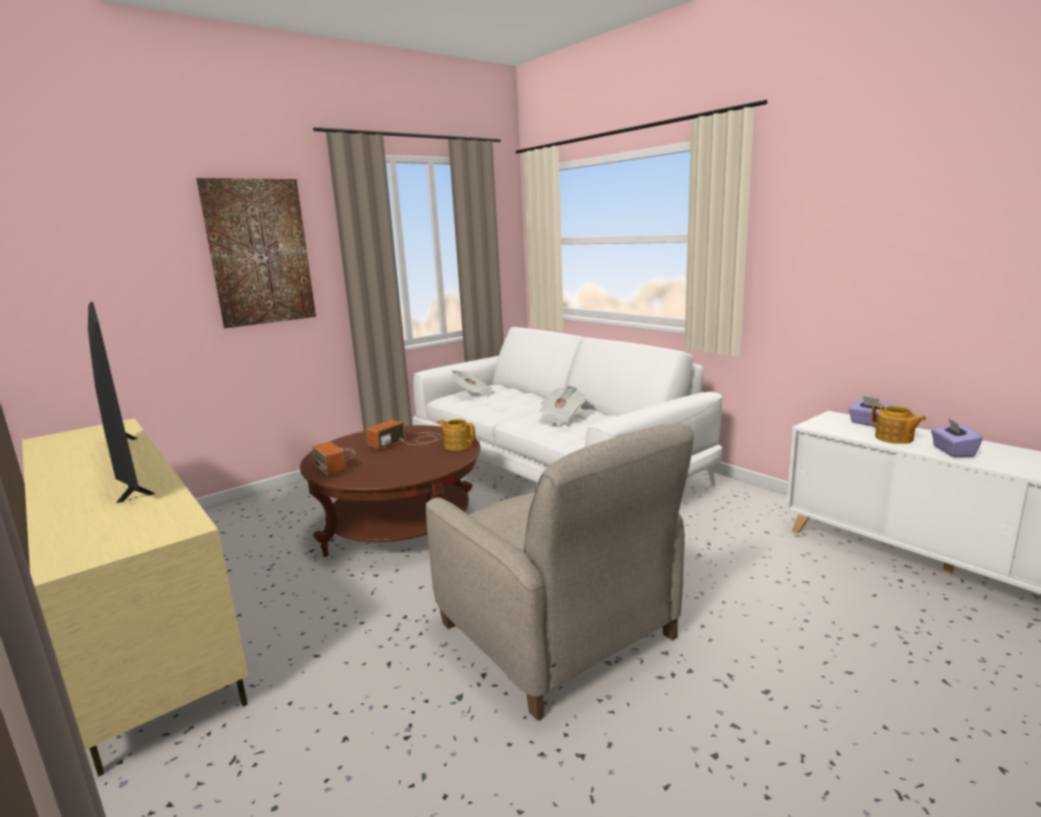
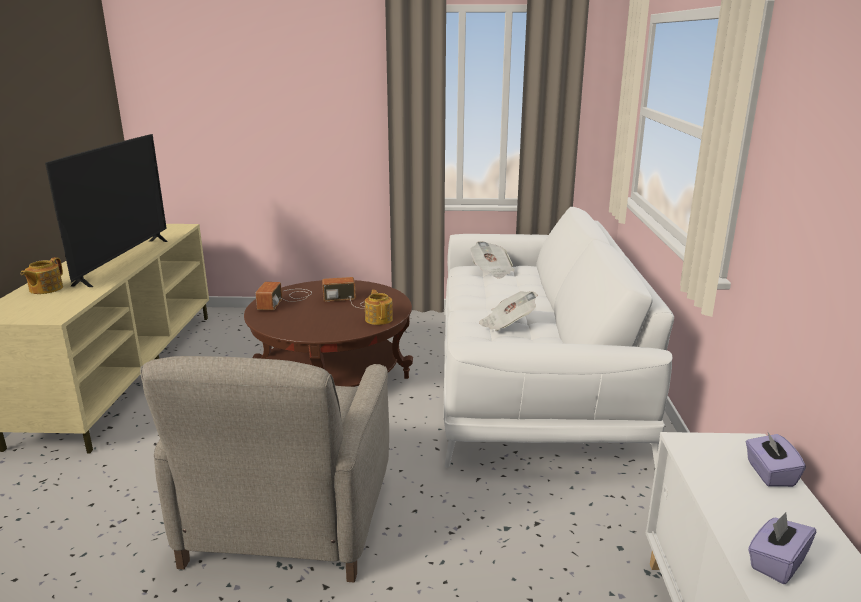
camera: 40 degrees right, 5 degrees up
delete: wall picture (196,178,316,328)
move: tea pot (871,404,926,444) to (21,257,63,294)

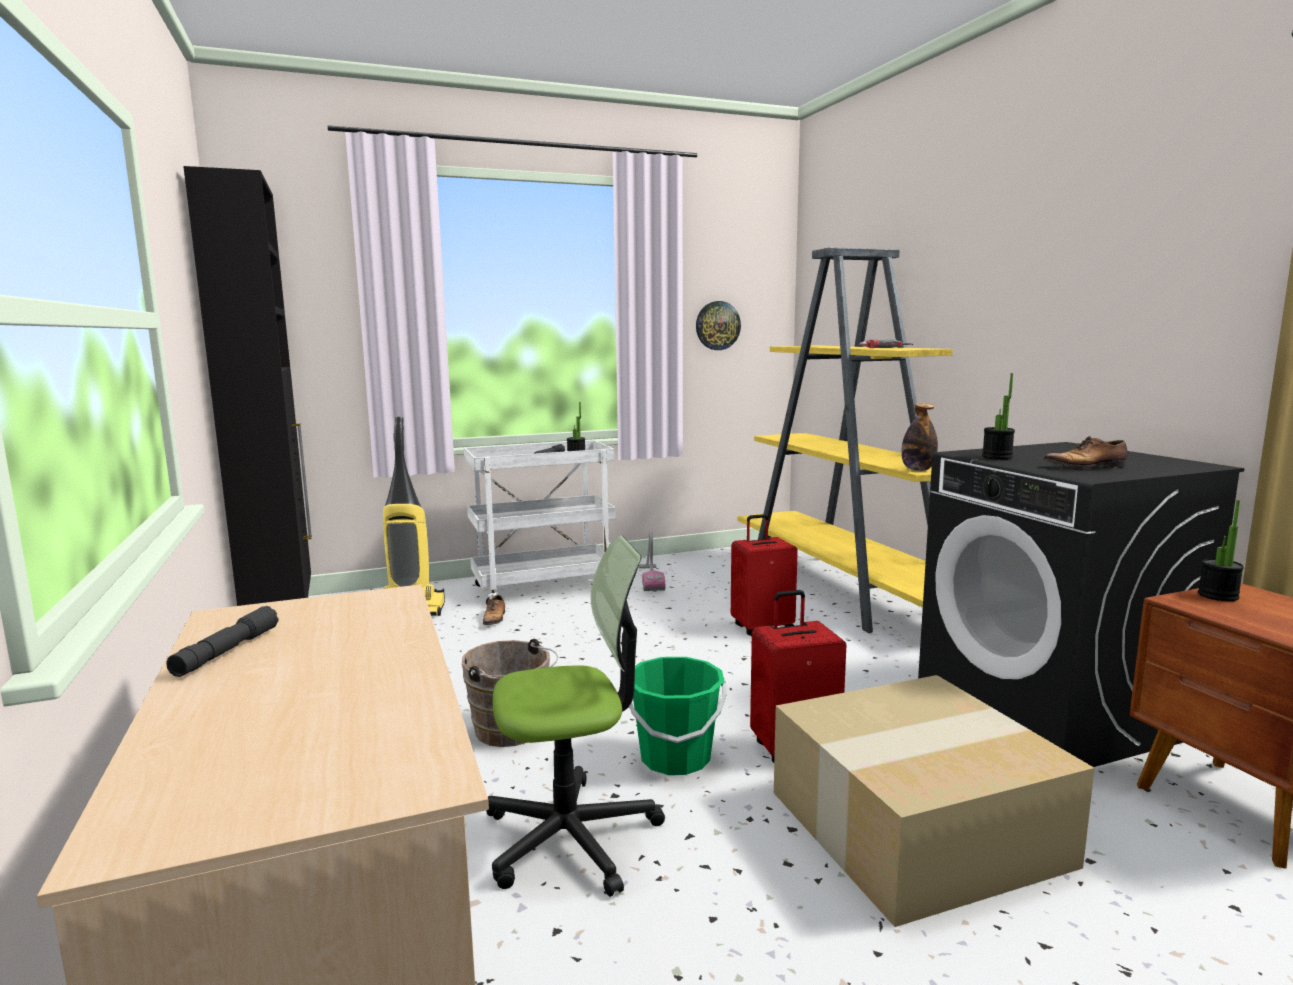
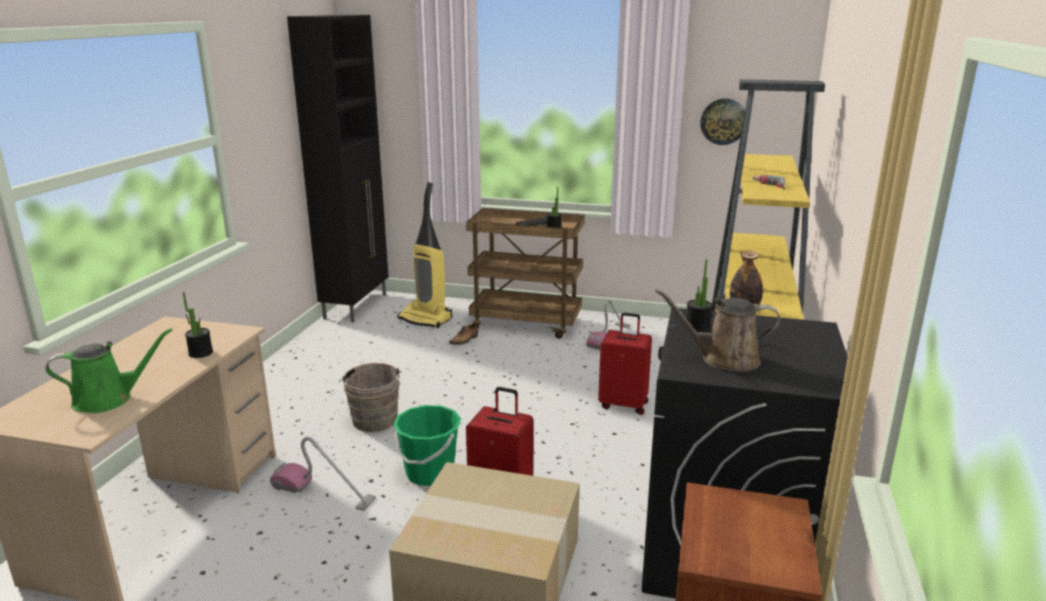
camera: 35 degrees right, 10 degrees up
delete: grey torch (166,606,278,677)
insert: greenish sprinkling can (45,328,172,413)
move: plant in a pot (1198,500,1244,601) to (183,292,213,358)
replace: desk chair (486,536,665,897) to vacuum cleaner (270,437,376,511); item of footwear (1043,436,1128,468) to brown-coloured sprinkling can (655,289,781,372)
recolor: white-coloured trolley (464,440,616,605) to brown-coloured trolley (466,208,585,339)

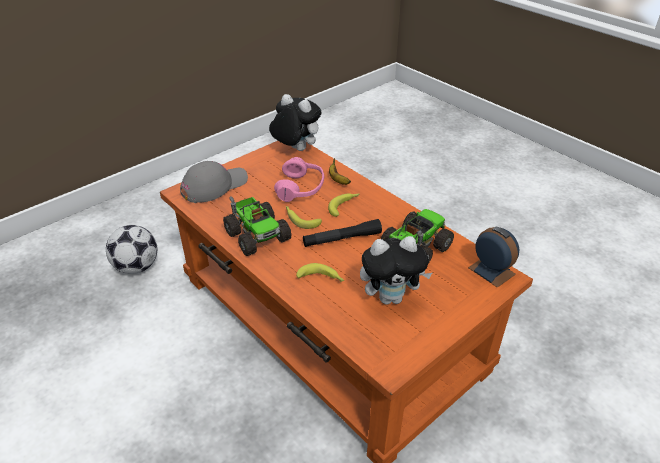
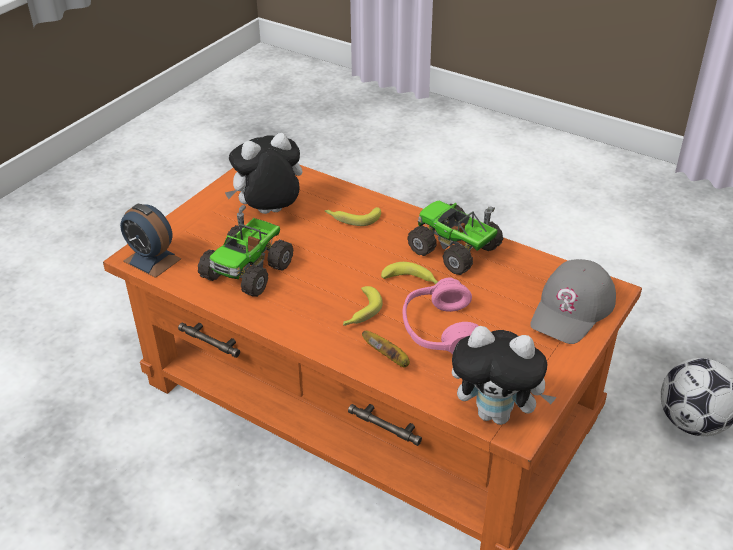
camera: 165 degrees right, 0 degrees up
delete: black torch (303,219,382,247)

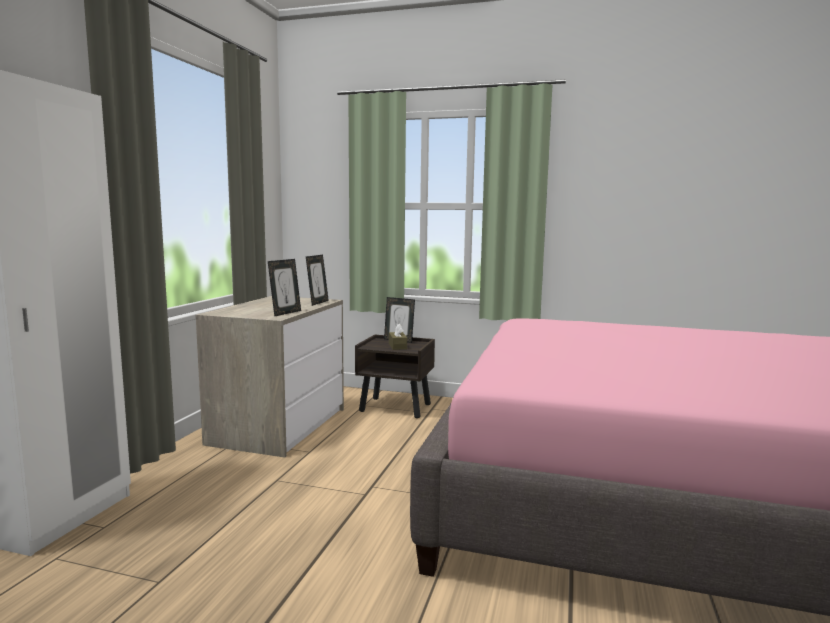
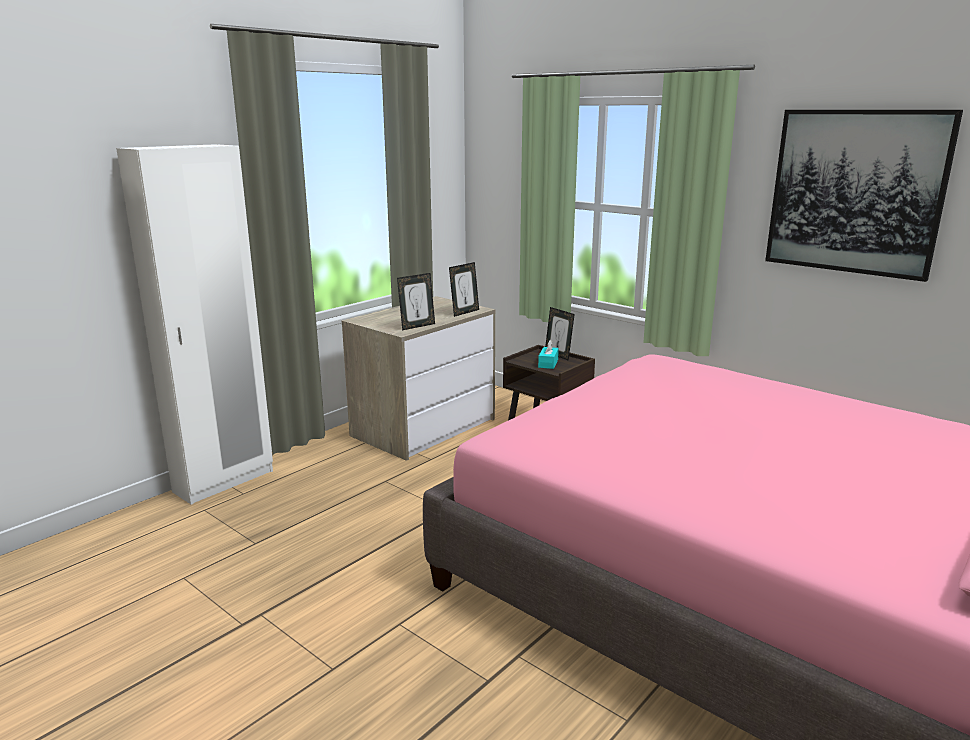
camera: 25 degrees right, 10 degrees up
insert: wall picture (765,110,963,282)
recolor: brown-coloured tissue box (389,324,407,350) to turquoise-coloured tissue box (538,340,559,369)

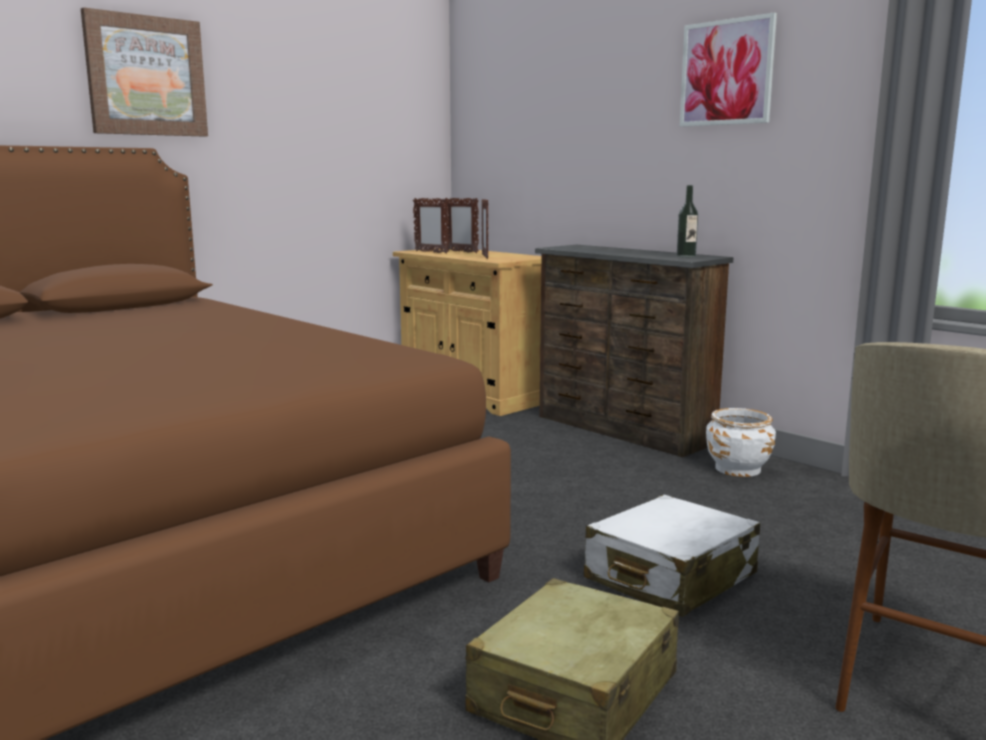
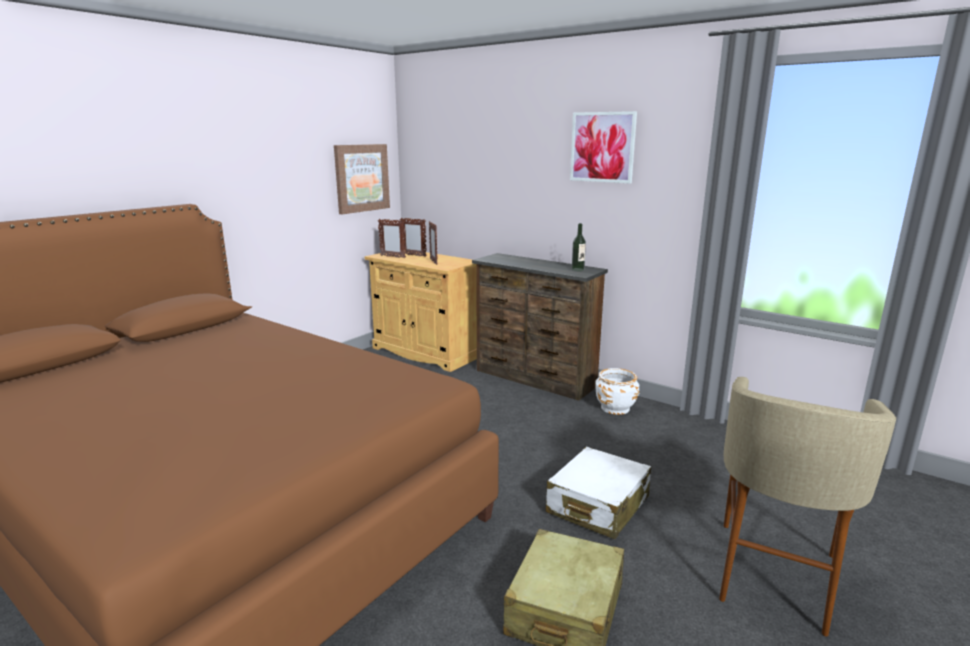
camera: 10 degrees left, 5 degrees up
move: wall picture (81,7,208,137) to (334,144,390,214)

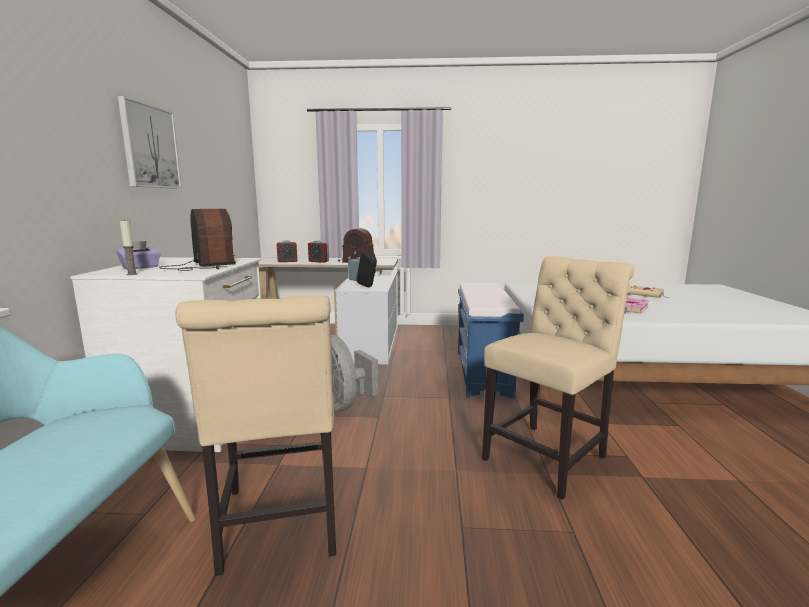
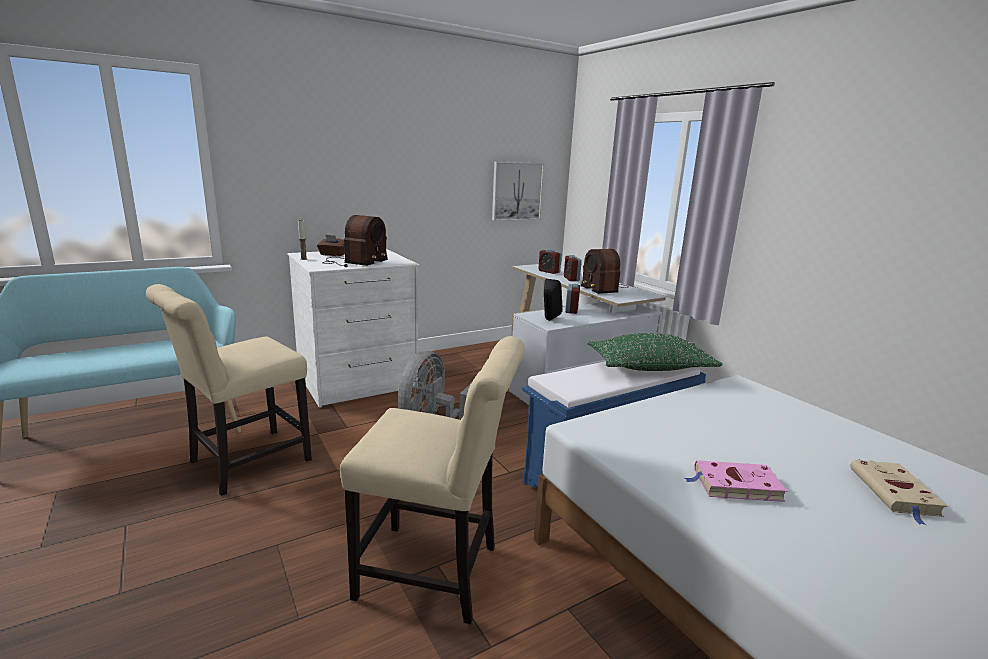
camera: 55 degrees right, 5 degrees up
insert: greenish throw pillow (587,333,723,371)
move: wall picture (118,96,182,189) to (492,161,544,221)
recolor: purple tissue box (116,241,160,269) to brown-coloured tissue box (317,235,345,256)

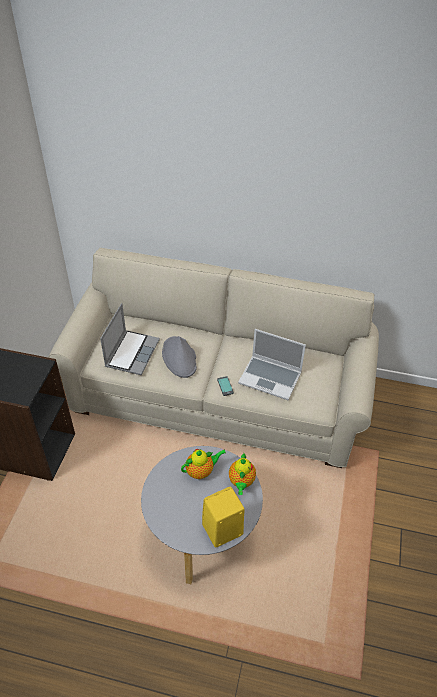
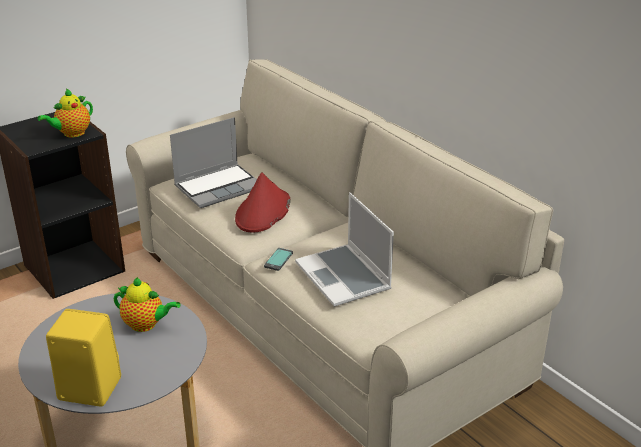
camera: 40 degrees right, 15 degrees down
move: tea pot (229,453,256,495) to (37,89,93,137)
recolor: grey hat (162,336,197,378) to reddish hat (235,172,291,233)

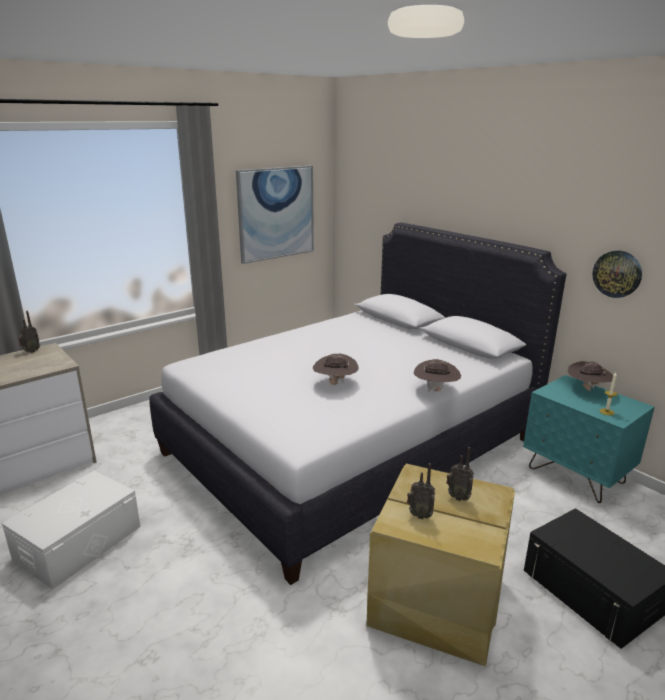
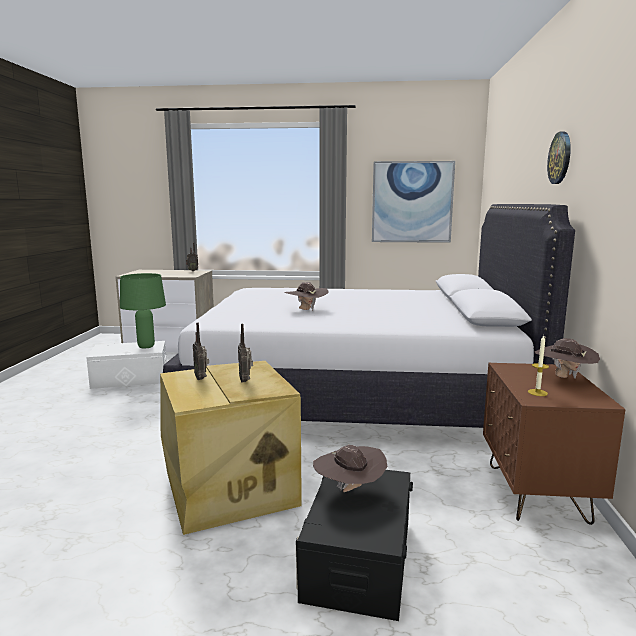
camera: 45 degrees right, 10 degrees down
insert: greenish table lamp (120,273,166,348)
move: brown-coloured hat (413,359,461,392) to (313,445,387,492); wall clock (592,251,642,298) to (547,131,571,184)
recolor: turquoise-coloured night table (523,375,655,503) to brown-coloured night table (483,363,626,525)

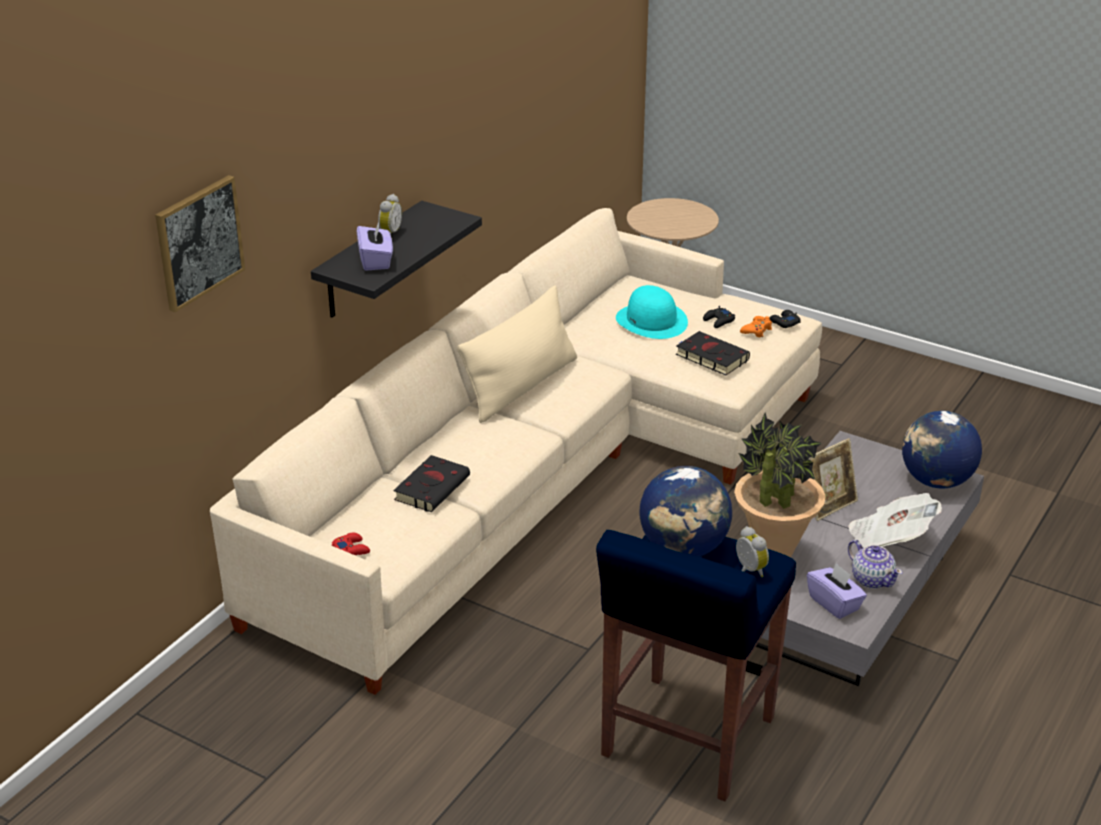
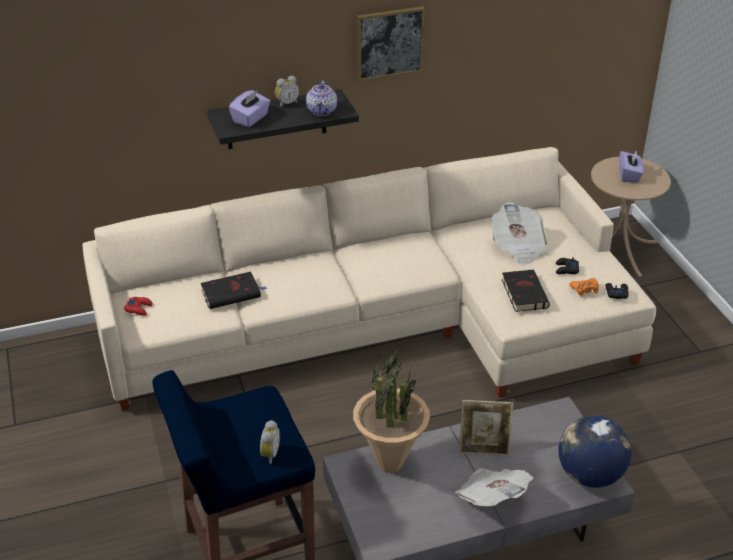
camera: 40 degrees right, 5 degrees up
delete: beige-coloured throw pillow (457,285,577,423); world globe (640,466,732,557)
move: wall picture (155,175,245,312) to (357,6,425,81); purple tissue box (807,563,867,619) to (619,150,644,183); tea pot (848,540,903,589) to (306,80,337,116)
replace: turquoise-coloured hat (616,285,688,339) to printed paper (492,202,549,266)

